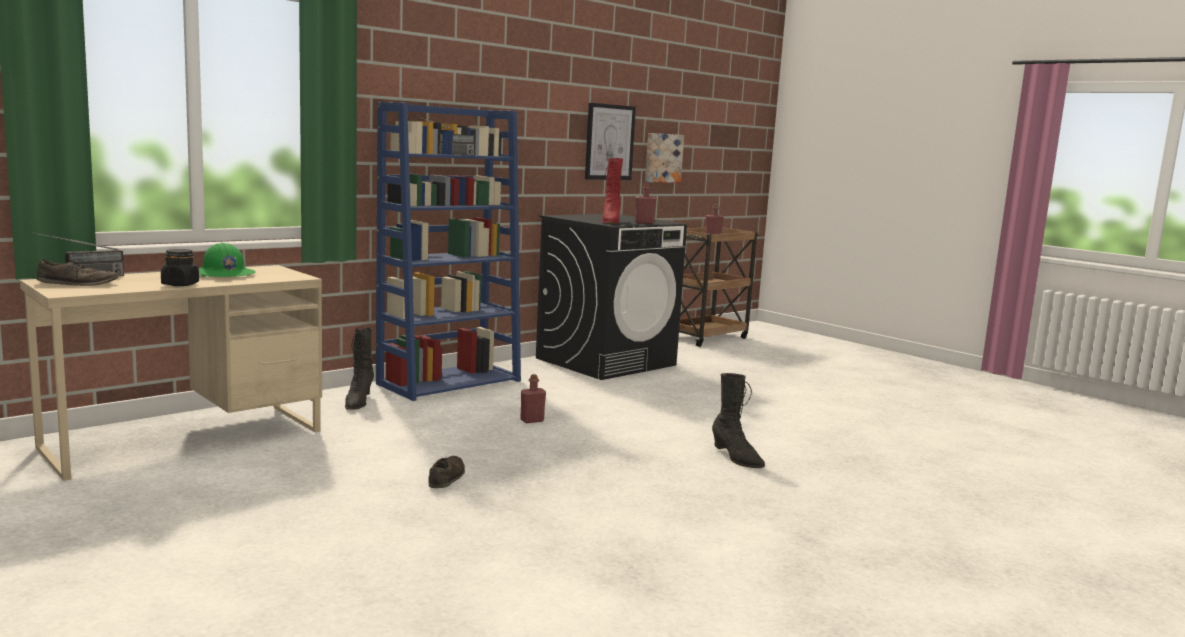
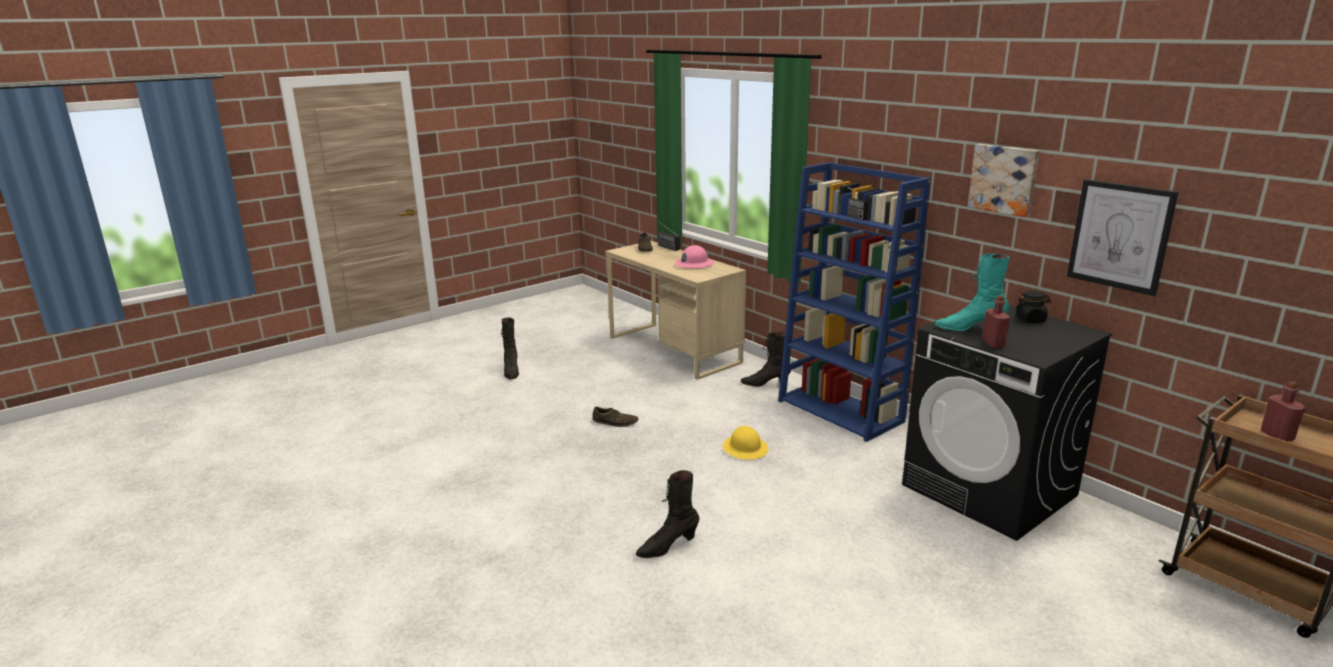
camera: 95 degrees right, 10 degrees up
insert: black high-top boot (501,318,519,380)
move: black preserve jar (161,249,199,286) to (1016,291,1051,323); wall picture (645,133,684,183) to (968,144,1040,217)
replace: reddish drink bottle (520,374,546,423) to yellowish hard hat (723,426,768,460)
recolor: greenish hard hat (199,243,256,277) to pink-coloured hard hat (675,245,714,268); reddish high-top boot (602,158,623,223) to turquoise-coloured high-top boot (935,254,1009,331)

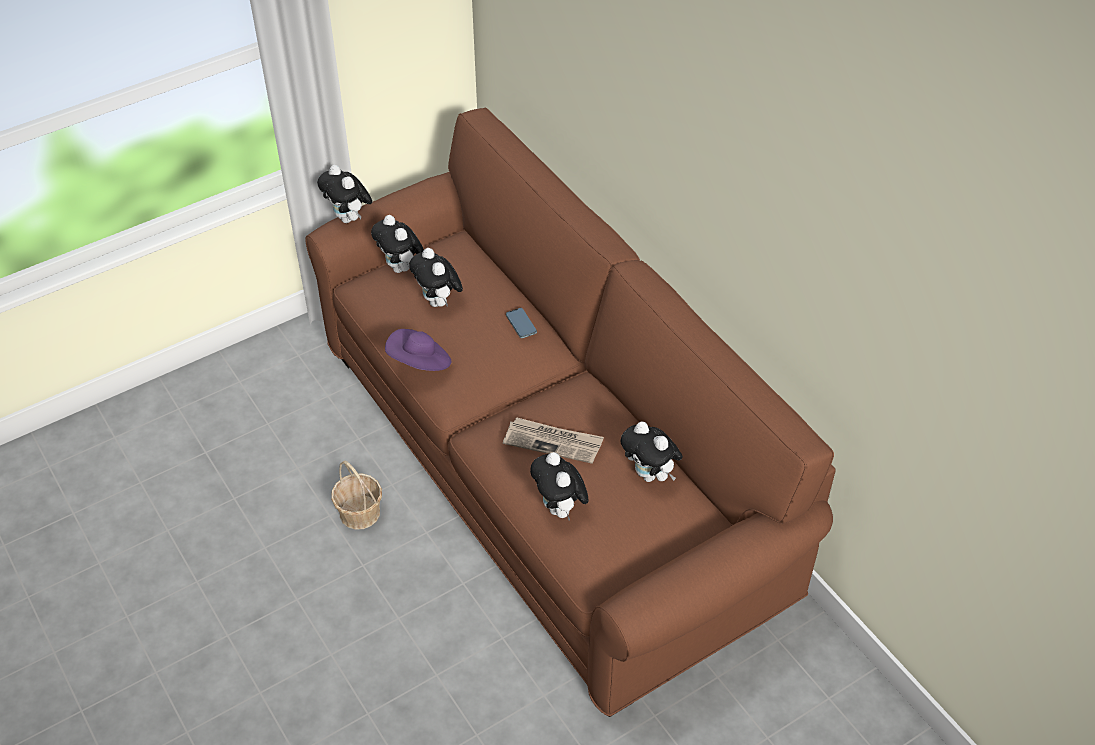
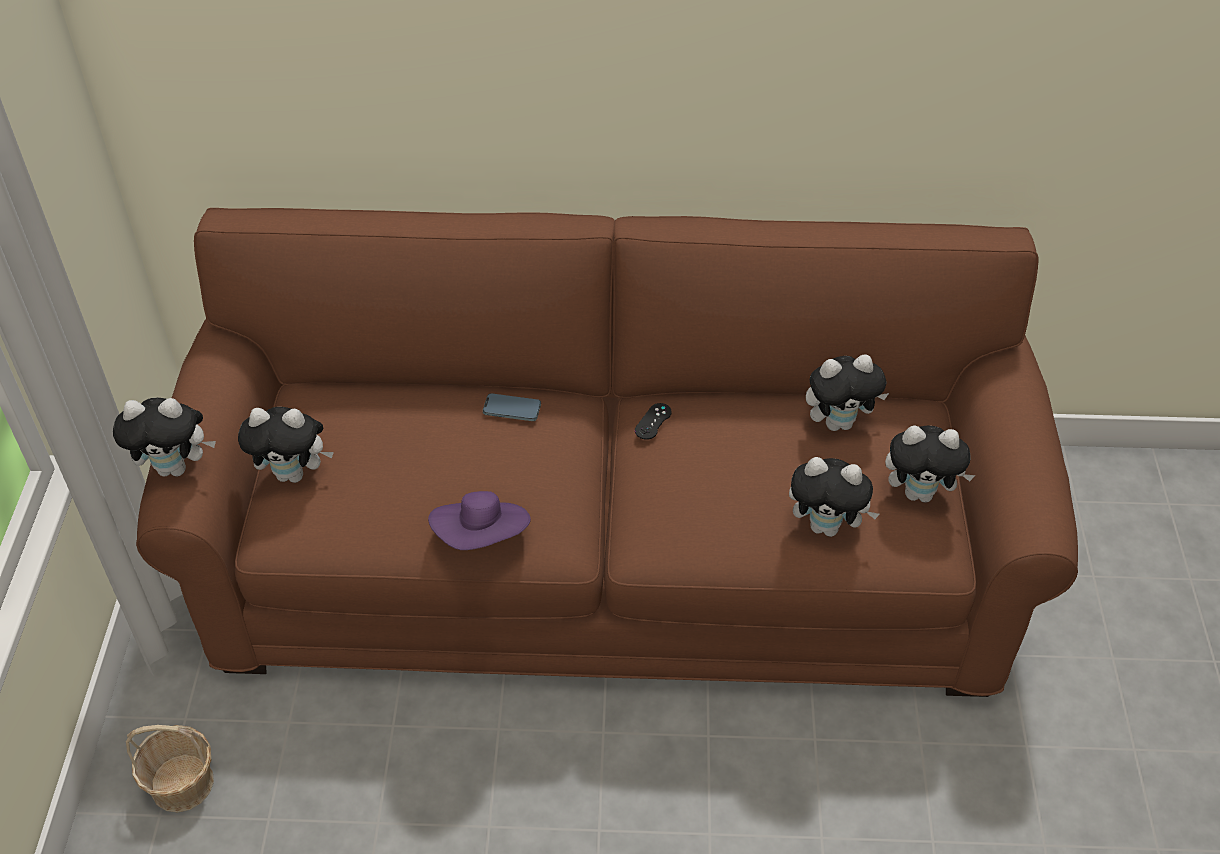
camera: 55 degrees left, 0 degrees up
delete: printed paper (503,417,604,464)
insert: black gamepad (635,403,672,440)
move: basket (331,461,382,530) to (126,725,214,813); plush toy (409,248,463,307) to (885,426,975,503)

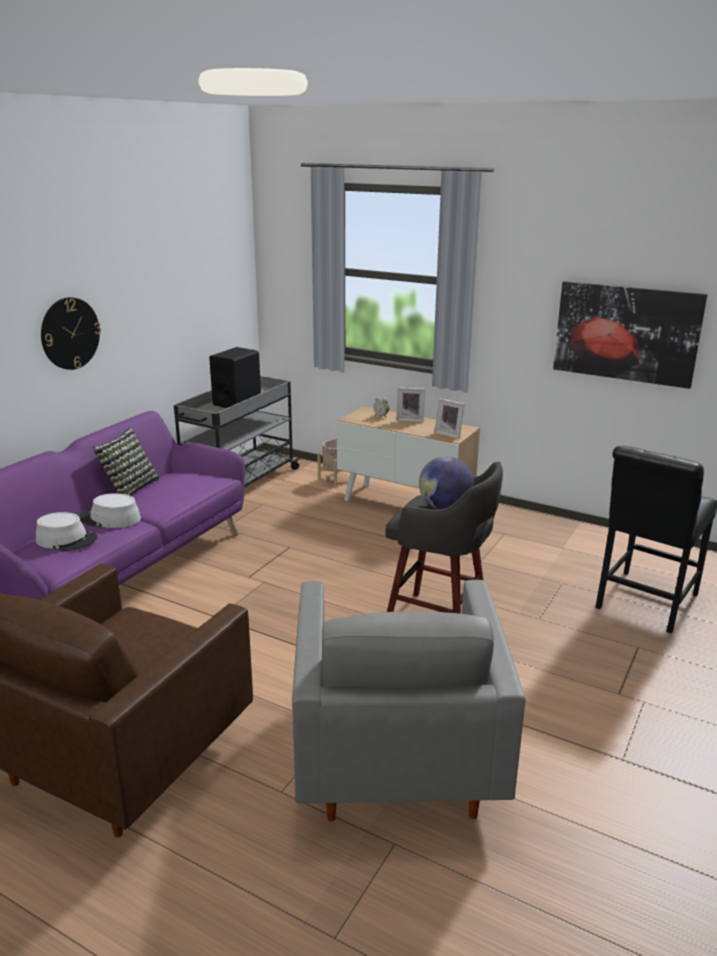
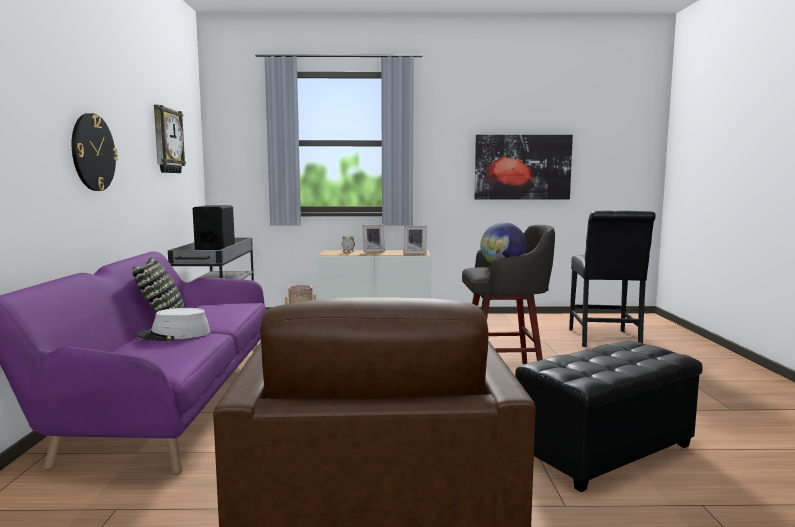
camera: 30 degrees left, 15 degrees down
delete: grey hat (36,512,98,551)
insert: wall clock (154,105,186,173)
replace: grey lounge chair (292,580,526,822) to black pouffe (515,341,702,492)

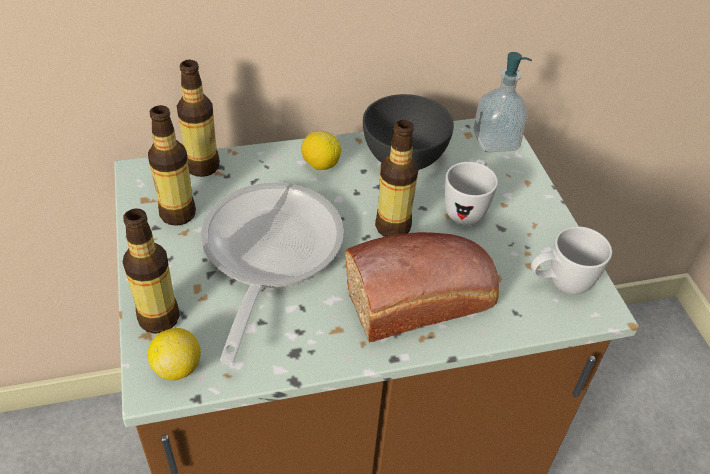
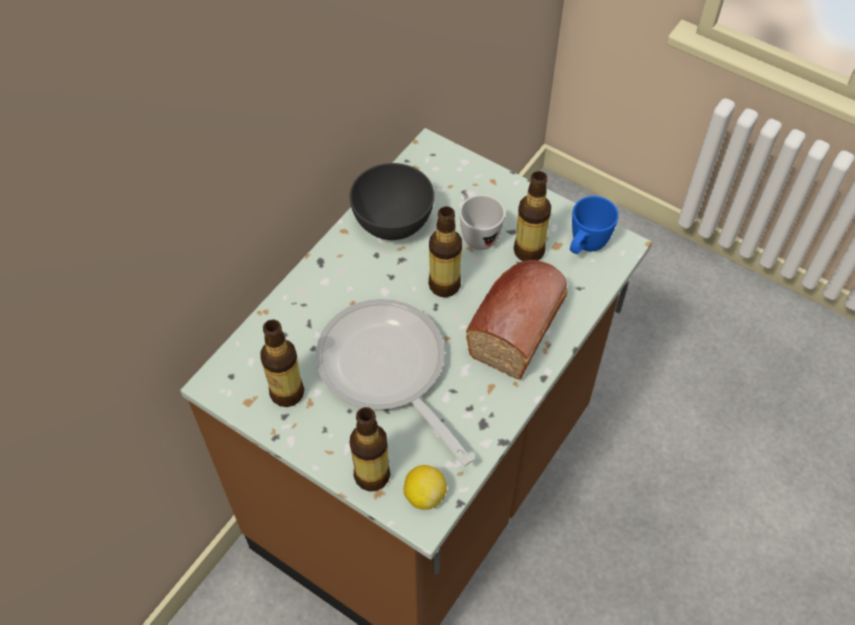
camera: 40 degrees left, 10 degrees up
delete: citrus fruit (301,131,341,170); soap bottle (474,52,532,152)
move: drink bottle (177,60,220,177) to (513,171,551,261)
recolor: white-coloured coffee mug (531,226,612,295) to blue coffee mug (570,196,619,254)

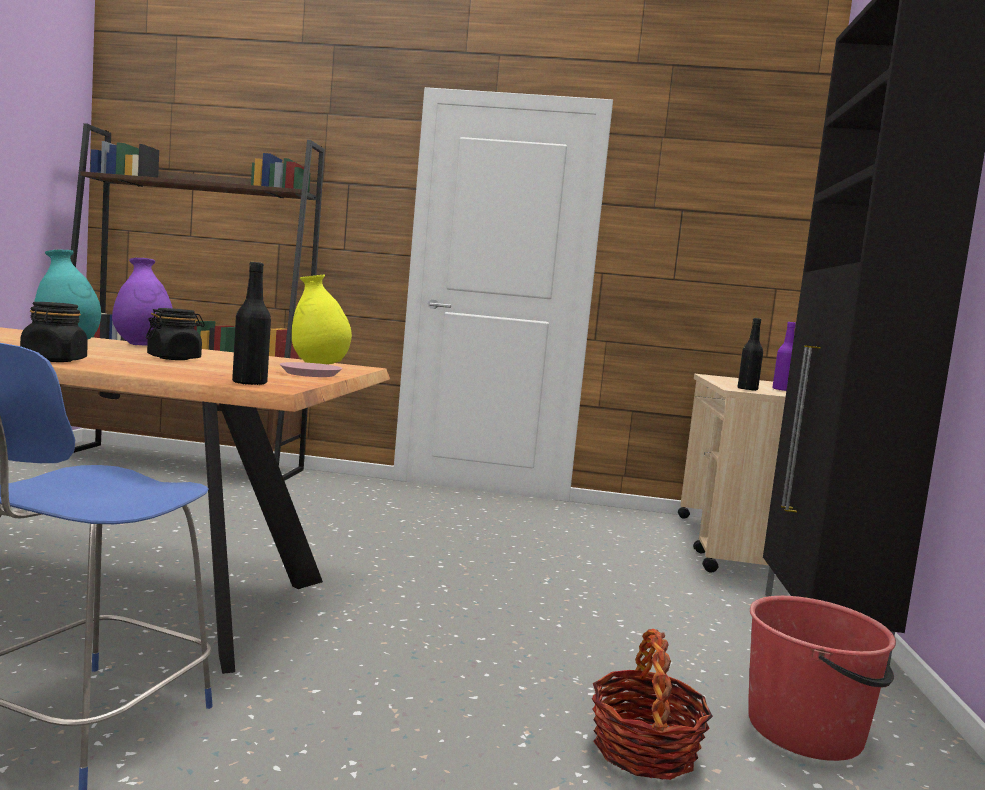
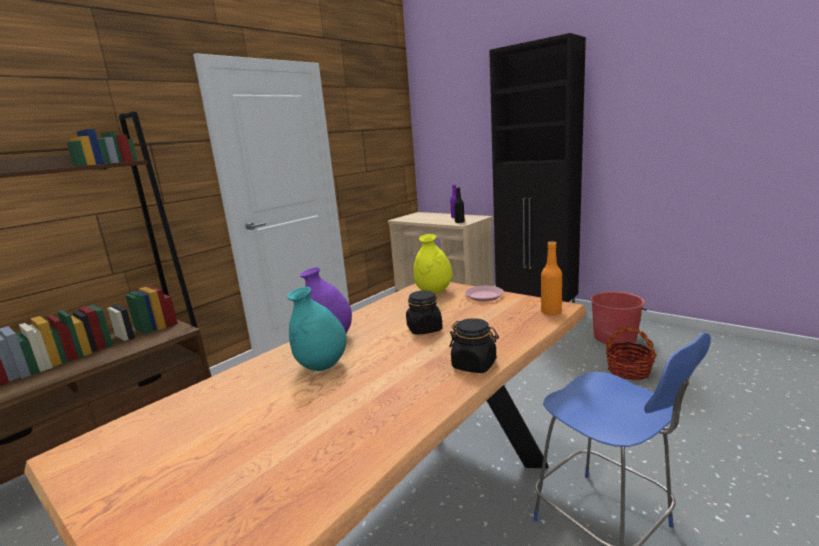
camera: 55 degrees left, 10 degrees up
recolor: black drink bottle (232,262,271,385) to orange drink bottle (541,241,562,315)

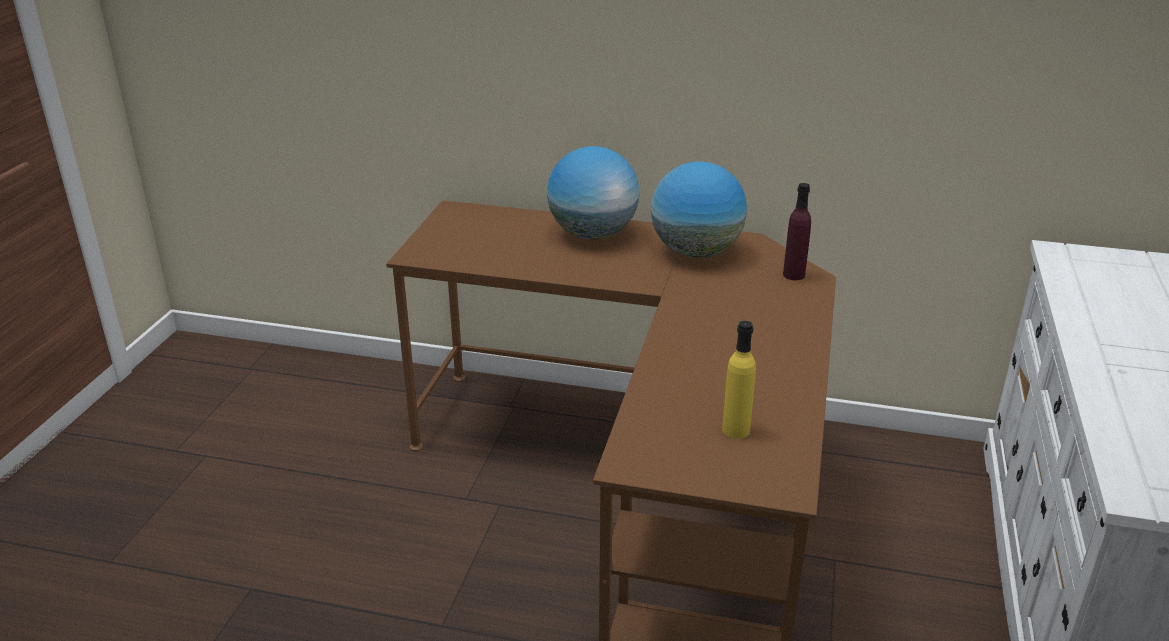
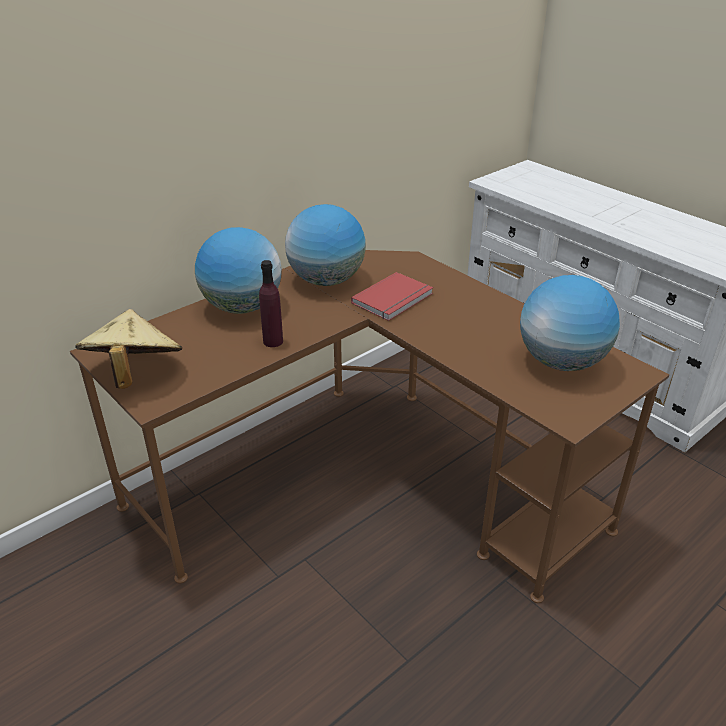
camera: 55 degrees left, 5 degrees up
insert: beige-coloured hat (75,309,182,389); reddish bound book (351,272,433,321)
move: purple drink bottle (783,183,811,280) to (259,260,283,347)
replace: yellowish drink bottle (722,321,756,439) to world globe (520,275,620,371)

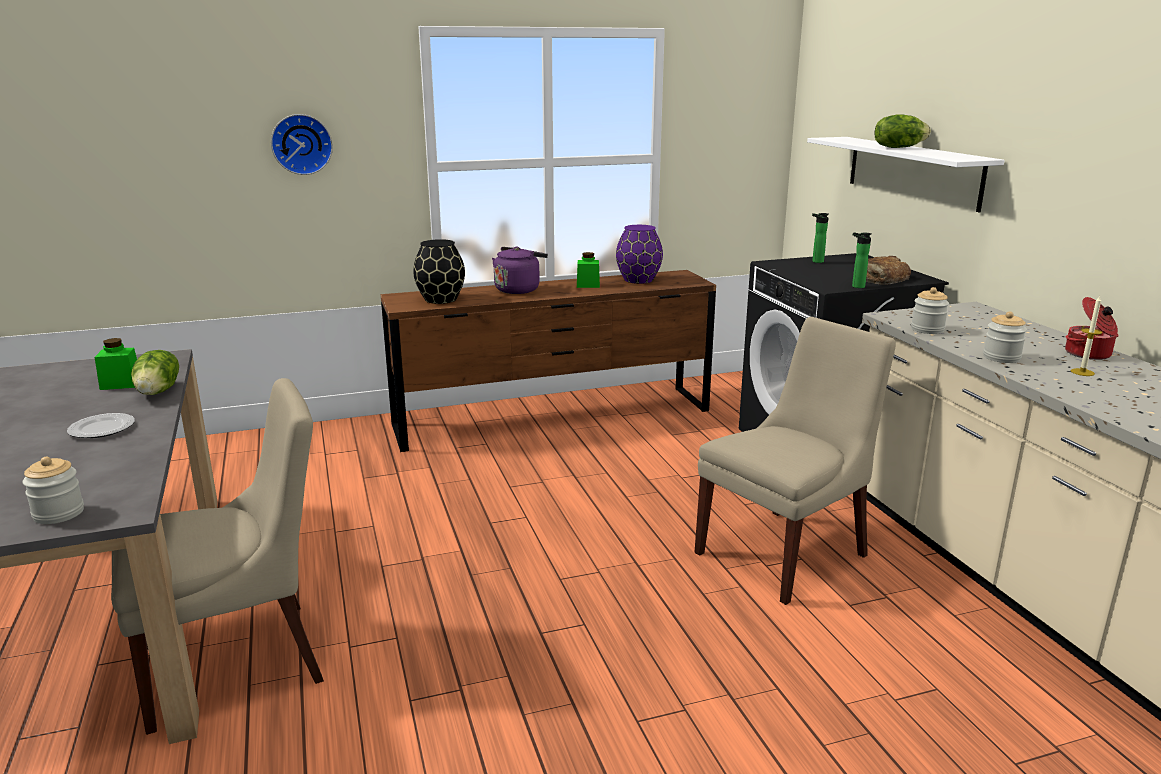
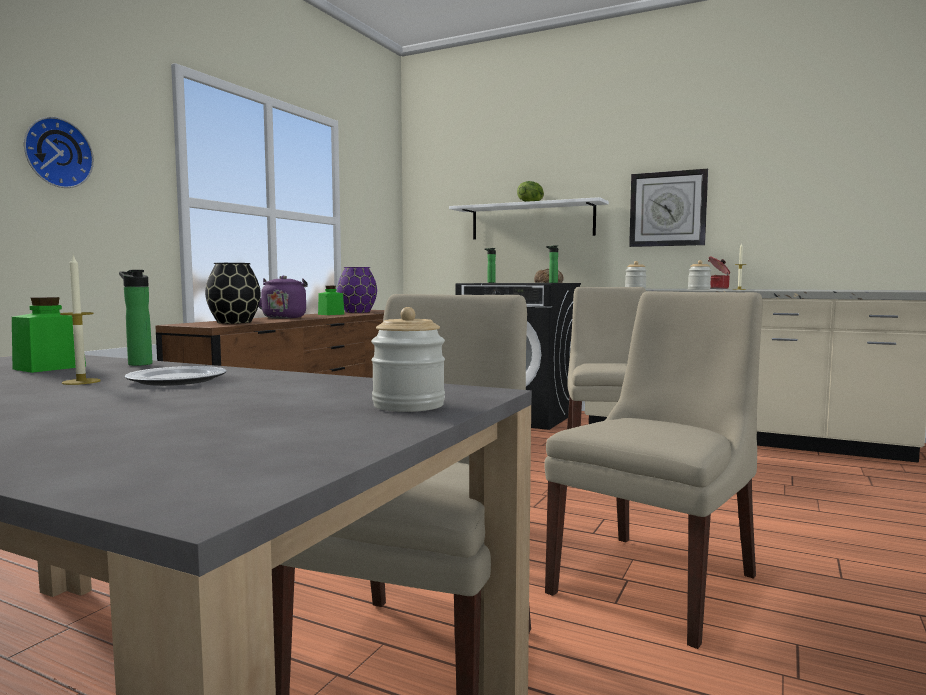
camera: 45 degrees left, 15 degrees down
insert: candle (60,254,101,385); beige-coloured plain chair (544,291,763,649); wall clock (629,169,708,247)
replace: lettuce (131,350,179,395) to drink bottle (119,270,152,366)

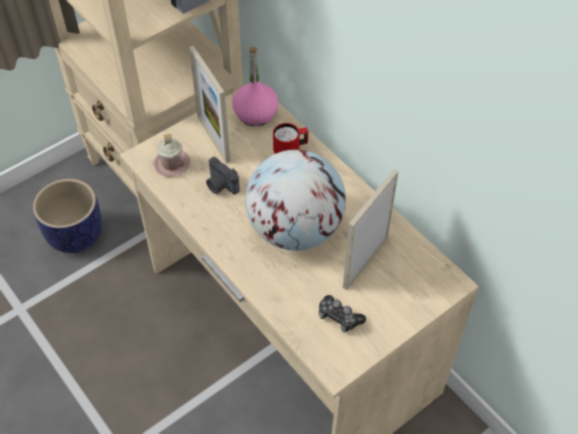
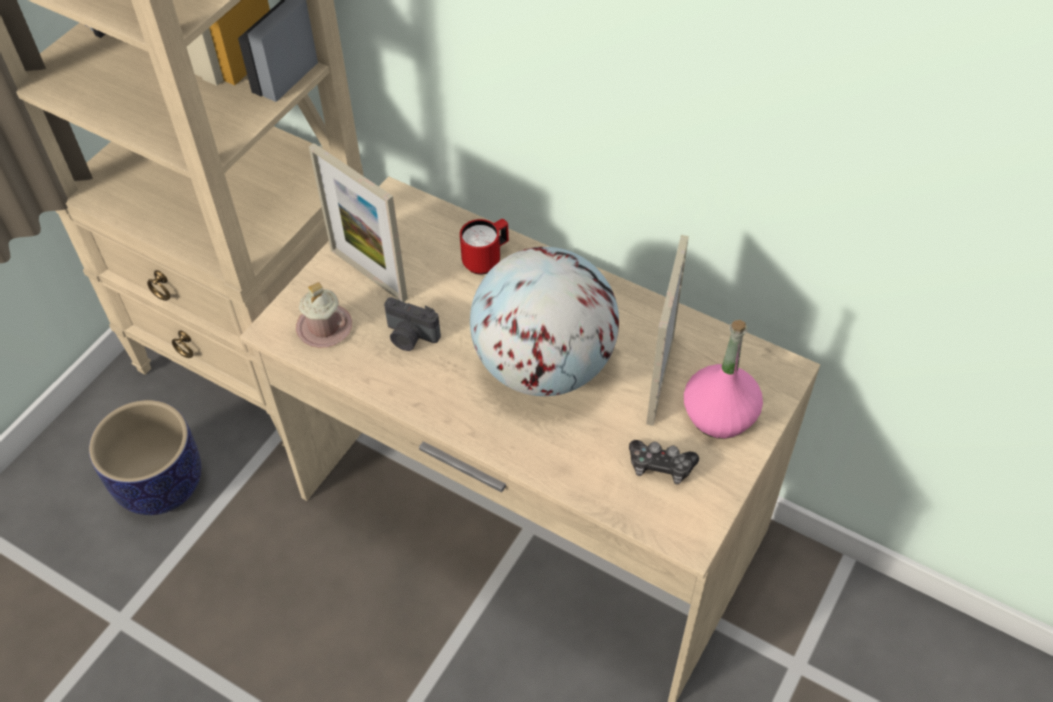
camera: 20 degrees left, 0 degrees up
move: pink-coloured drink bottle (232,47,278,126) to (684,320,763,439)

